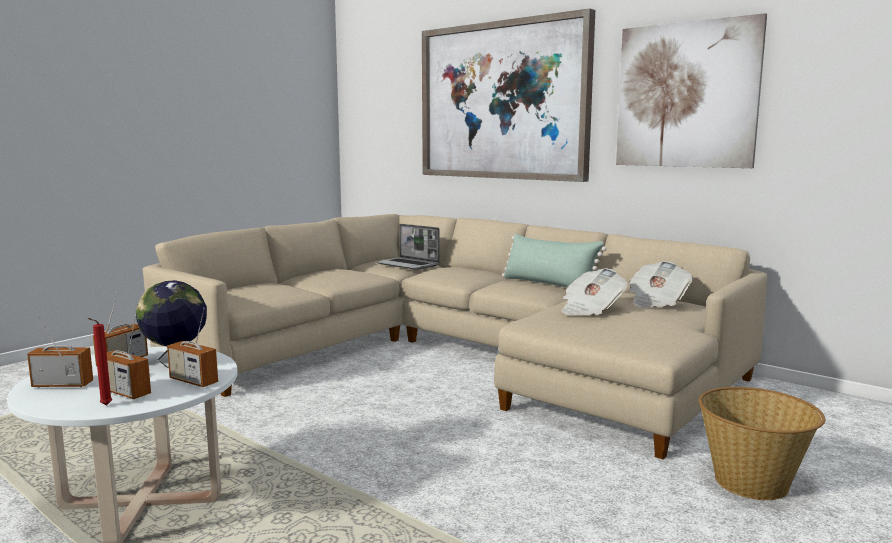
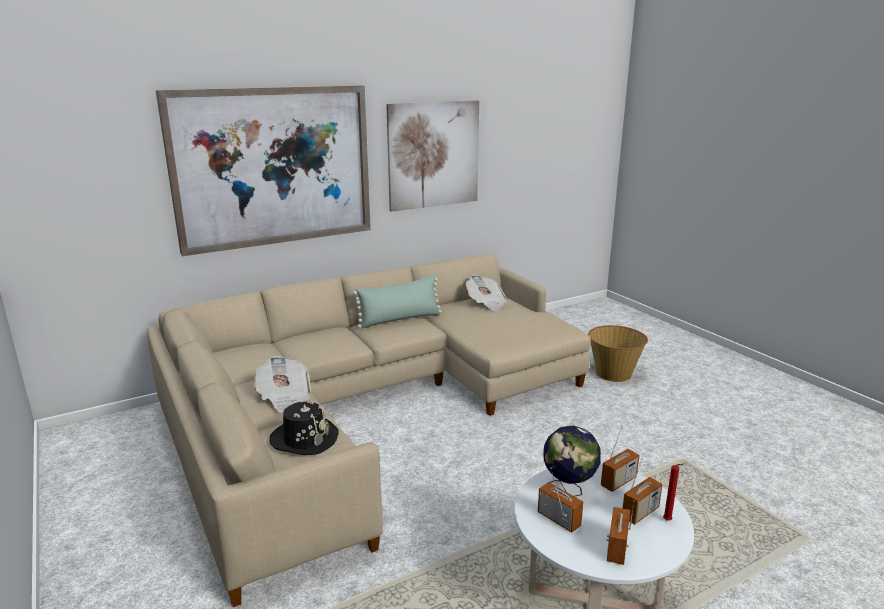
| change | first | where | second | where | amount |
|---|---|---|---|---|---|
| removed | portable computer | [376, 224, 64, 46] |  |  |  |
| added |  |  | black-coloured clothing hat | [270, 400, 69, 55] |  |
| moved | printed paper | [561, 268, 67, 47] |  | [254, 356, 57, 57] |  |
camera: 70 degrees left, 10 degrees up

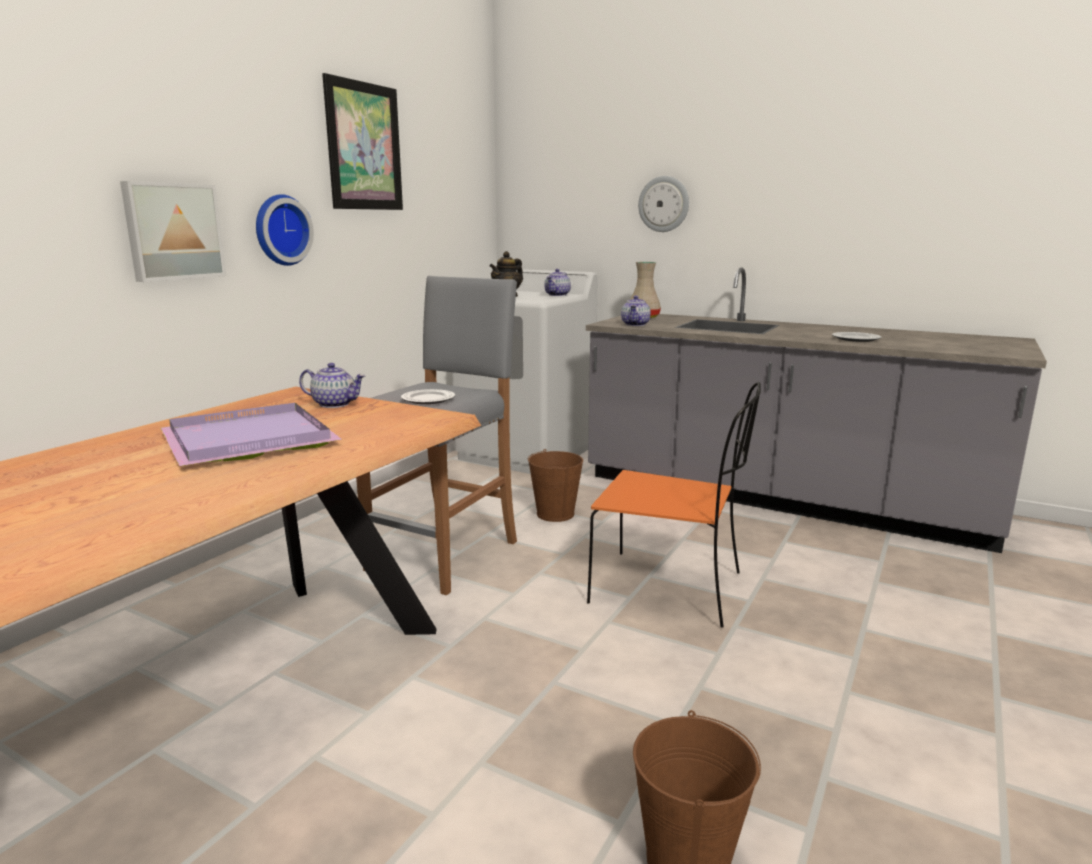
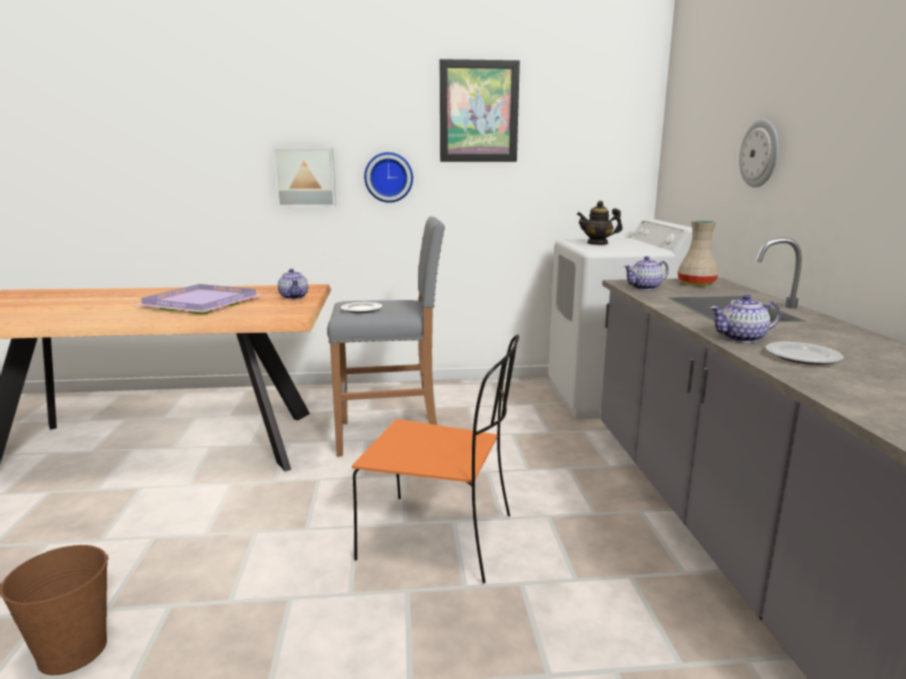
| change | first | where | second | where | amount |
|---|---|---|---|---|---|
| removed | brownish pail | [528, 449, 55, 73] |  |  |  |
| moved | teapot | [544, 269, 27, 27] |  | [710, 294, 71, 49] |  |
| turned | orangey chair | [587, 382, 174, 246] |  | [352, 335, 167, 249] | 60 degrees counterclockwise |
camera: 55 degrees right, 0 degrees up

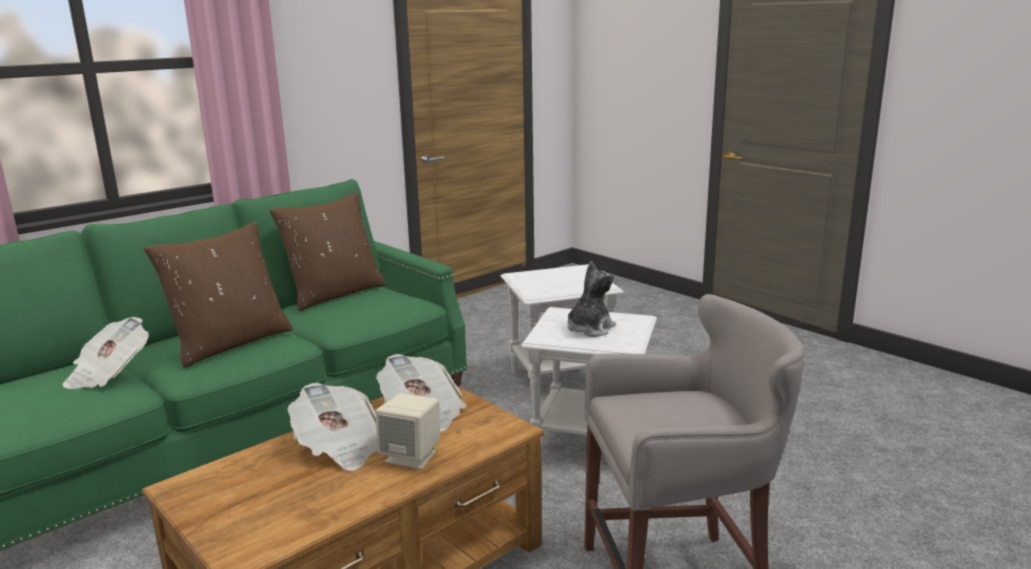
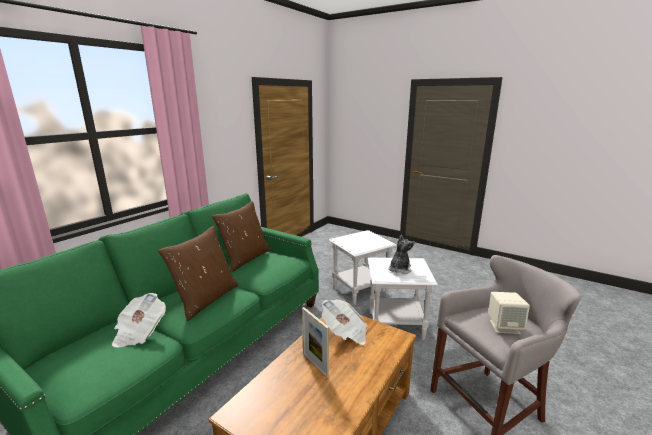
| change | first | where | second | where | amount |
|---|---|---|---|---|---|
| moved | sand-coloured loudspeaker | [376, 393, 64, 76] |  | [488, 292, 42, 42] |  |
| replaced | printed paper | [288, 383, 89, 88] | standing frame | [302, 307, 27, 70] |  |
camera: 15 degrees left, 0 degrees up

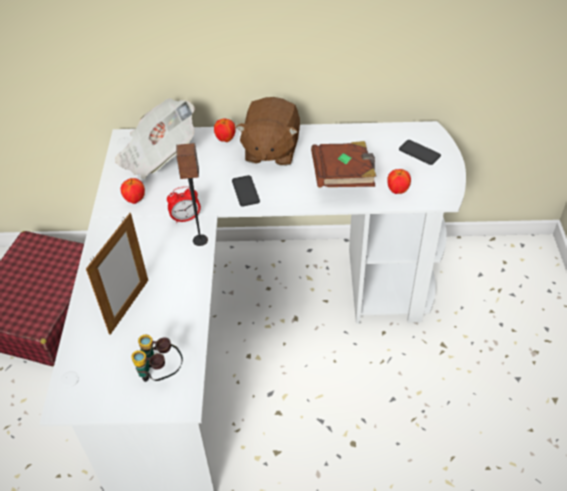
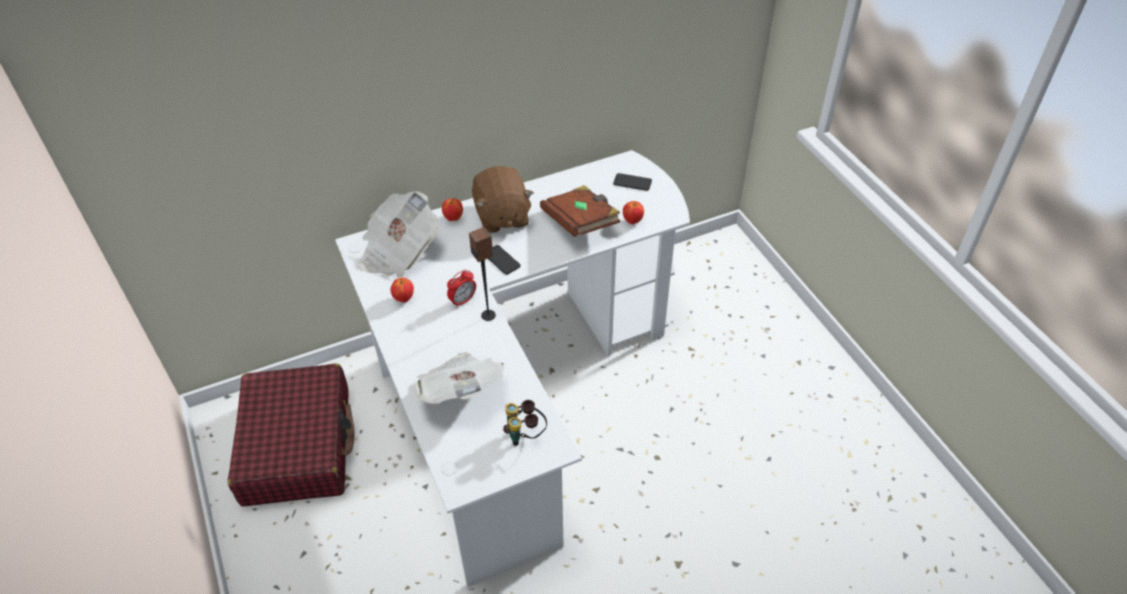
| change | first | where | second | where | amount |
|---|---|---|---|---|---|
| replaced | standing frame | [86, 213, 62, 122] | printed paper | [416, 352, 88, 52] |  |
camera: 25 degrees left, 0 degrees up

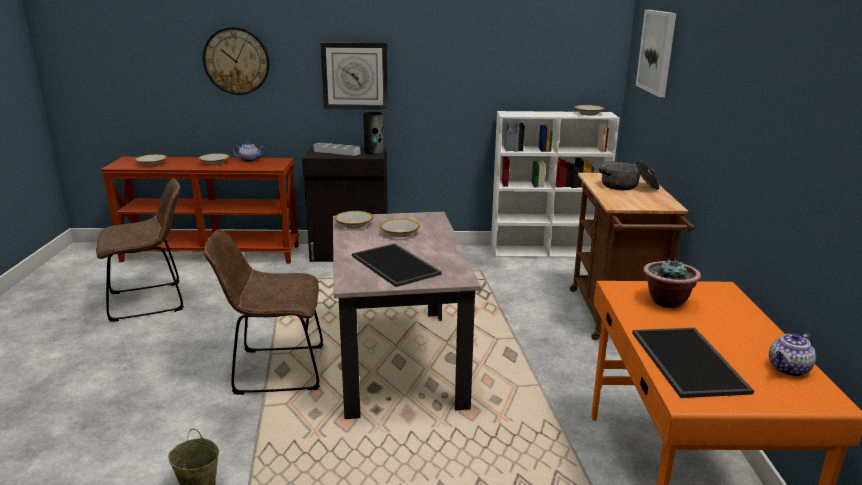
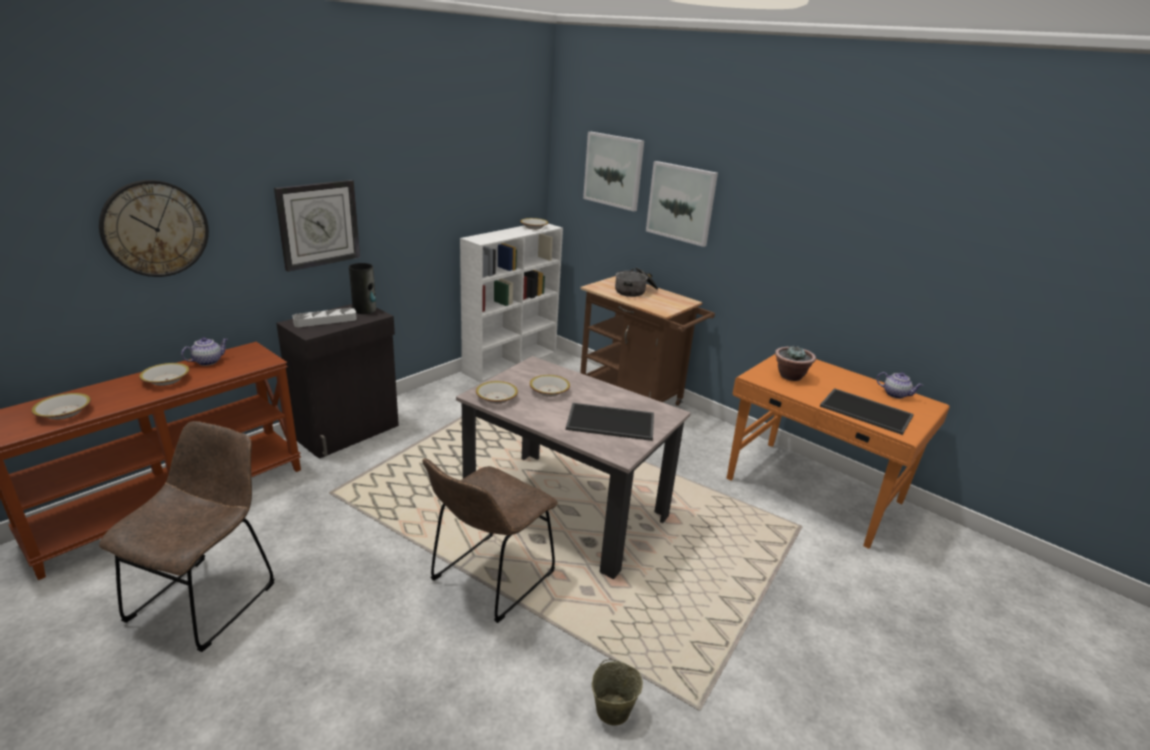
| change | first | where | second | where | amount |
|---|---|---|---|---|---|
| added |  |  | picture | [646, 161, 72, 86] |  |
| turned | teapot | [769, 333, 47, 44] |  | [877, 372, 46, 27] | 60 degrees counterclockwise |
camera: 50 degrees left, 5 degrees up

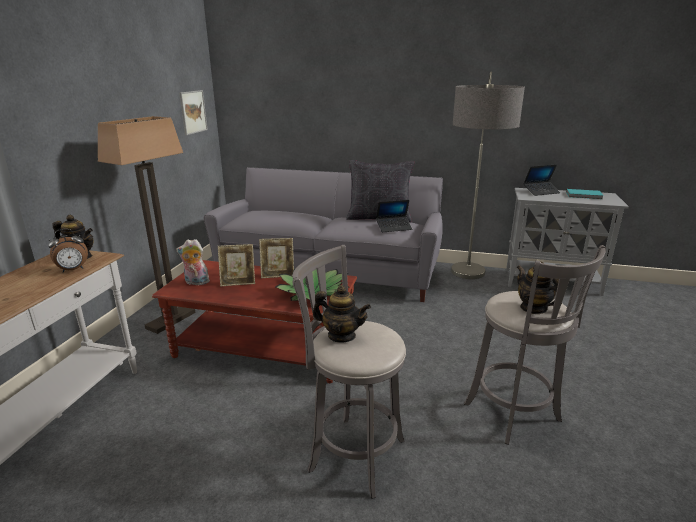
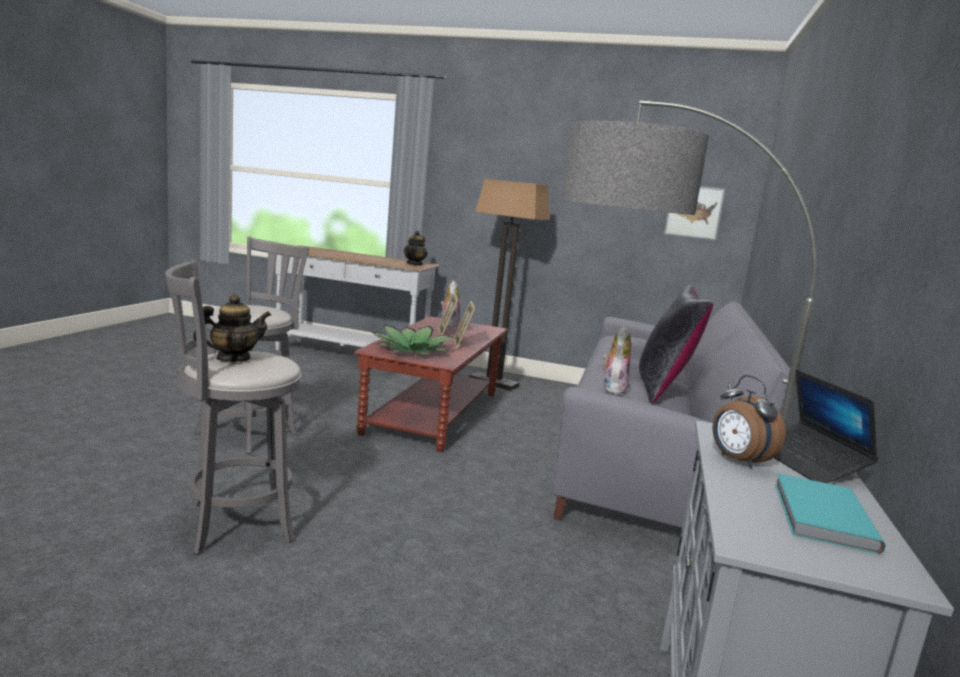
| change | first | where | second | where | amount |
|---|---|---|---|---|---|
| removed | teapot | [313, 285, 58, 58] |  |  |  |
| moved | table clock | [48, 229, 40, 44] |  | [712, 375, 74, 94] |  |
| replaced | portable computer | [376, 200, 36, 32] | cuddly toy | [603, 326, 28, 68] |  |
camera: 90 degrees right, 10 degrees down

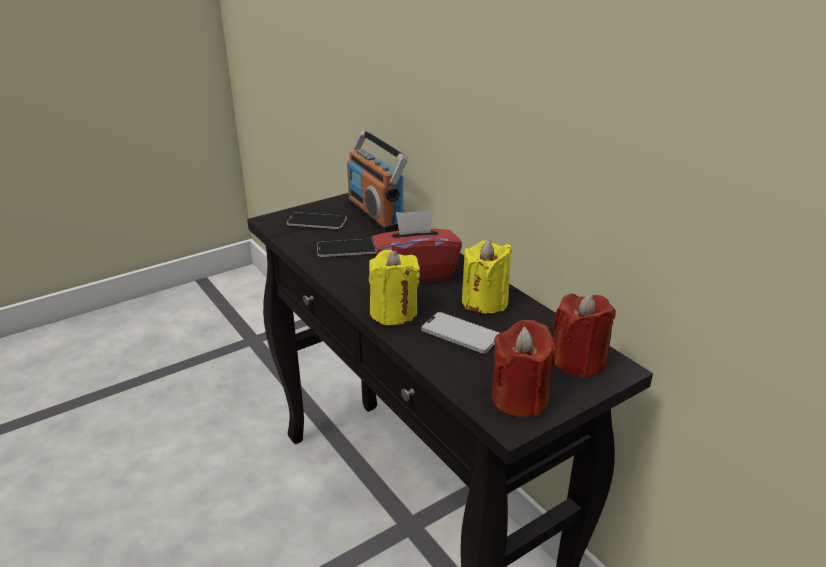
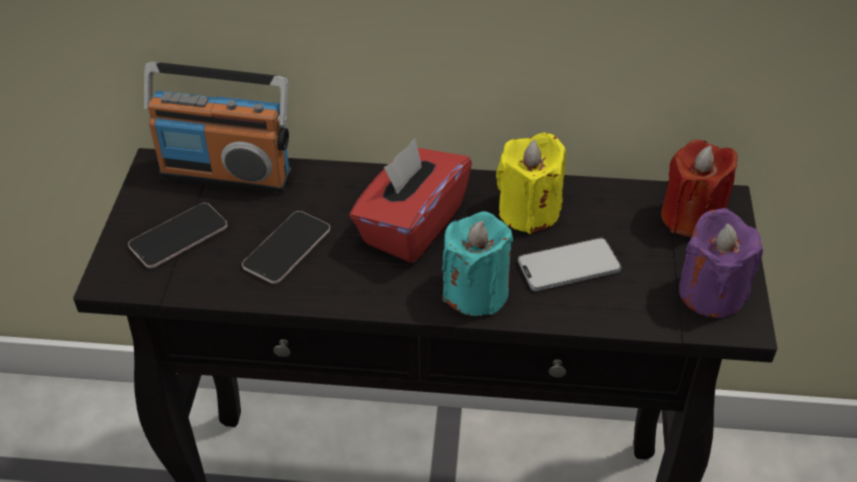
| change | first | where | second | where | amount |
|---|---|---|---|---|---|
| recoloured | yellowish candle | [369, 250, 51, 75] | turquoise candle | [442, 211, 71, 105] |  |
| recoloured | reddish candle | [492, 320, 64, 97] | purple candle | [679, 208, 84, 110] |  |
camera: 50 degrees left, 15 degrees up

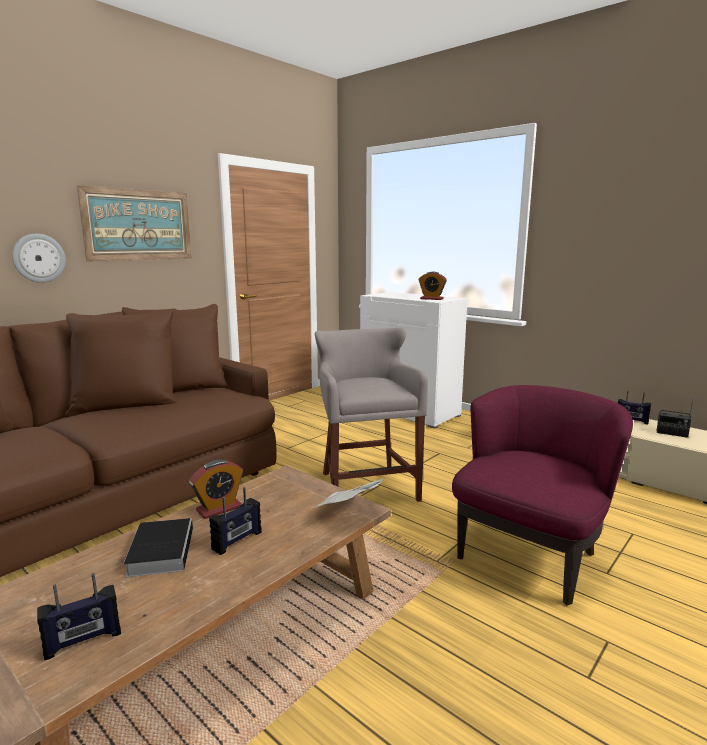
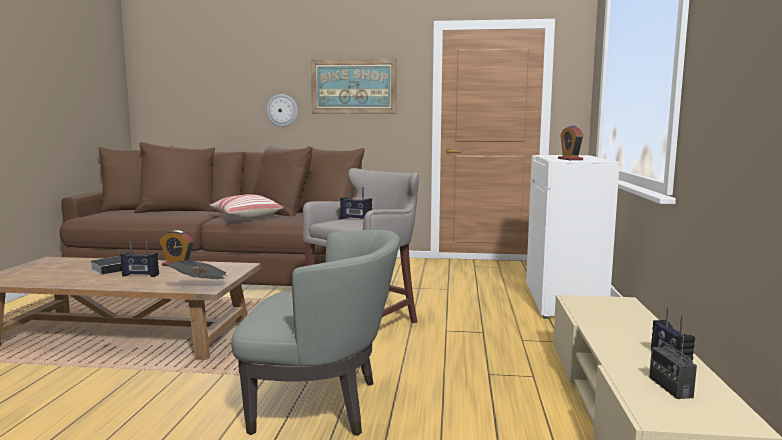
| change | first | where | second | where | amount |
|---|---|---|---|---|---|
| added |  |  | cushion | [210, 194, 74, 25] |  |
| moved | radio set | [37, 573, 84, 87] |  | [340, 186, 32, 33] |  |
| recoloured | purple lounge chair | [452, 385, 181, 220] | grey lounge chair | [231, 230, 169, 206] |  |
camera: 55 degrees right, 5 degrees down

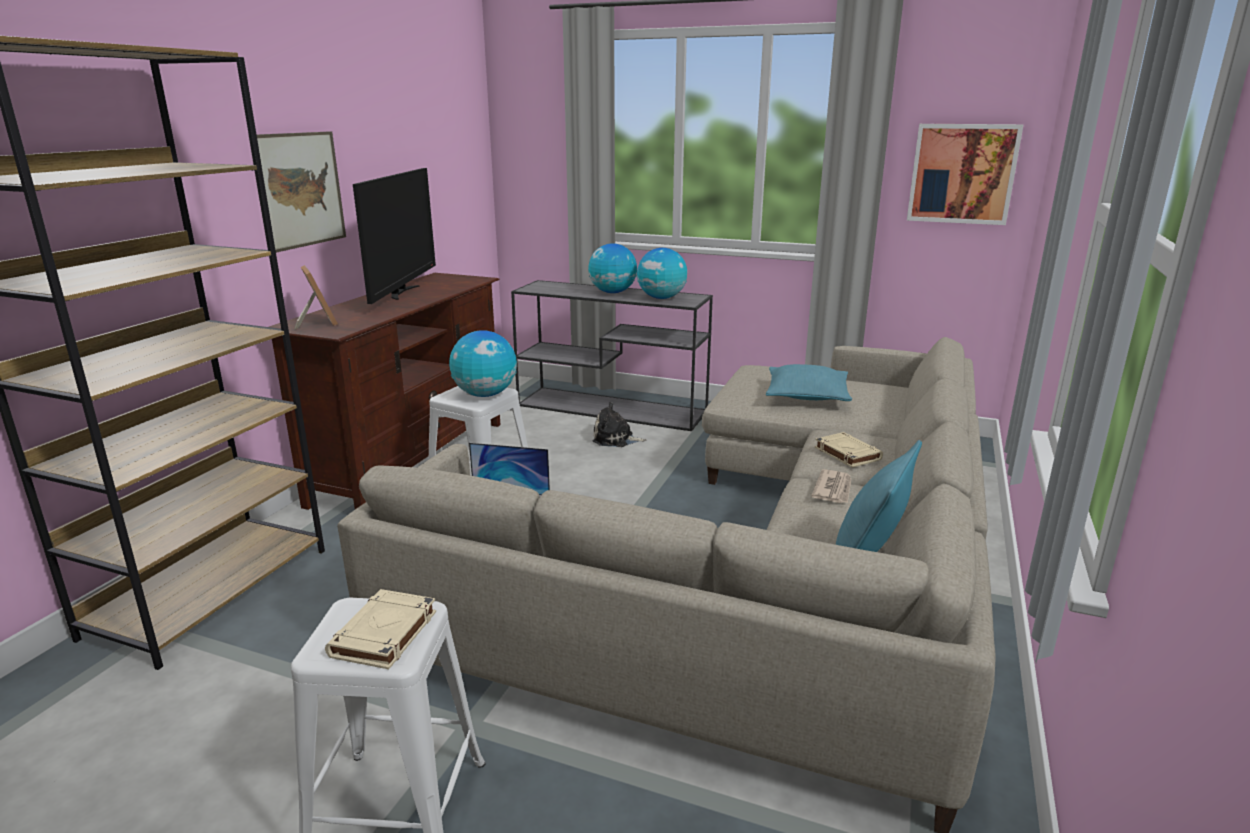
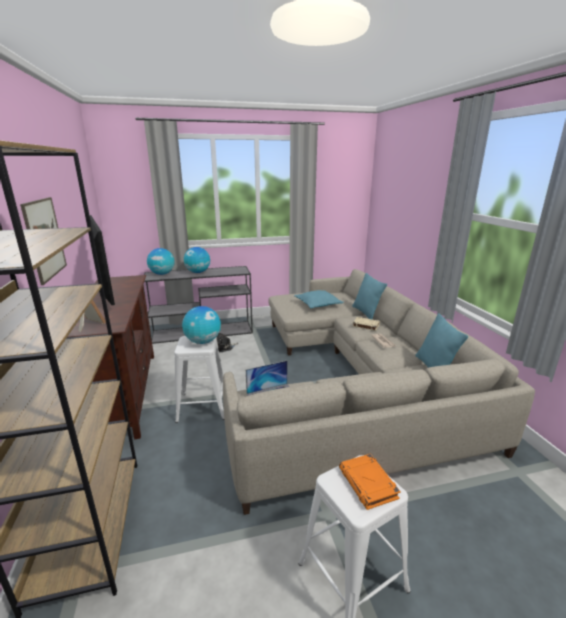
| change | first | where | second | where | amount |
|---|---|---|---|---|---|
| removed | picture | [907, 124, 116, 101] |  |  |  |
| added |  |  | turquoise cushion | [352, 273, 35, 46] |  |
| moved | globe | [637, 248, 50, 51] |  | [147, 248, 28, 27] |  |
| recoloured | sand-coloured book | [325, 589, 111, 80] | orangey book | [339, 454, 62, 56] |  |
camera: 35 degrees left, 0 degrees up

